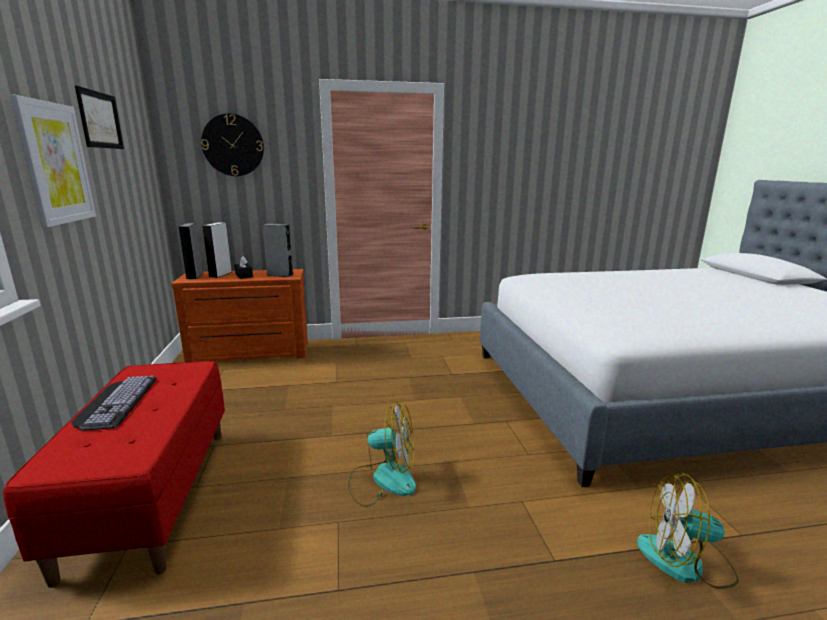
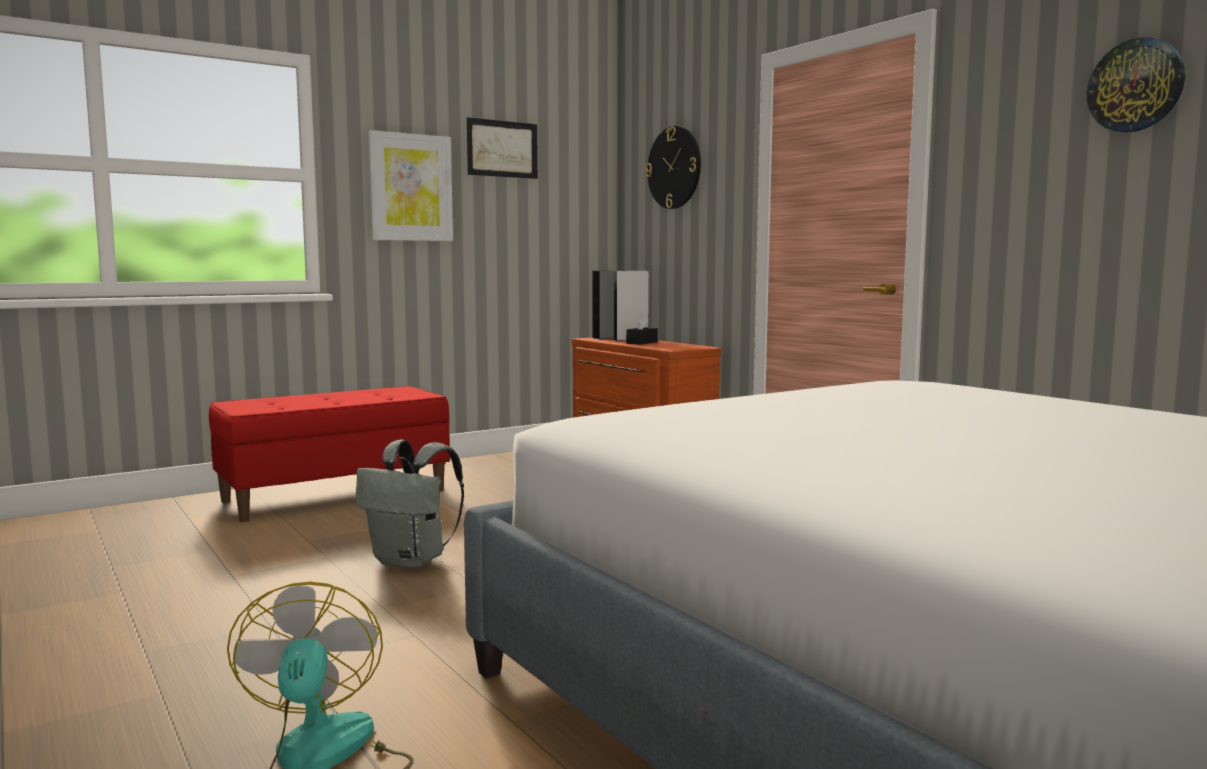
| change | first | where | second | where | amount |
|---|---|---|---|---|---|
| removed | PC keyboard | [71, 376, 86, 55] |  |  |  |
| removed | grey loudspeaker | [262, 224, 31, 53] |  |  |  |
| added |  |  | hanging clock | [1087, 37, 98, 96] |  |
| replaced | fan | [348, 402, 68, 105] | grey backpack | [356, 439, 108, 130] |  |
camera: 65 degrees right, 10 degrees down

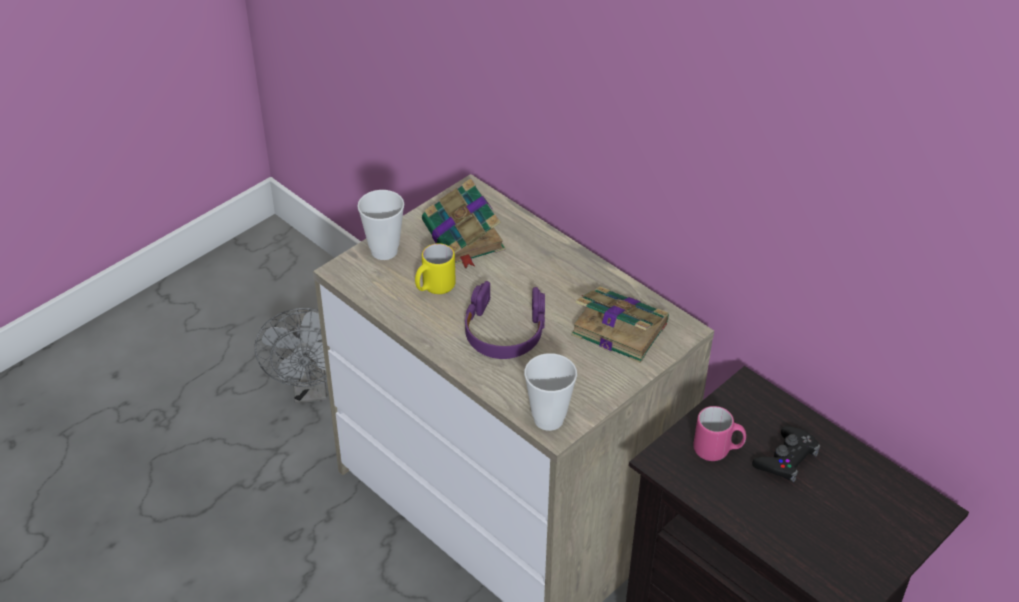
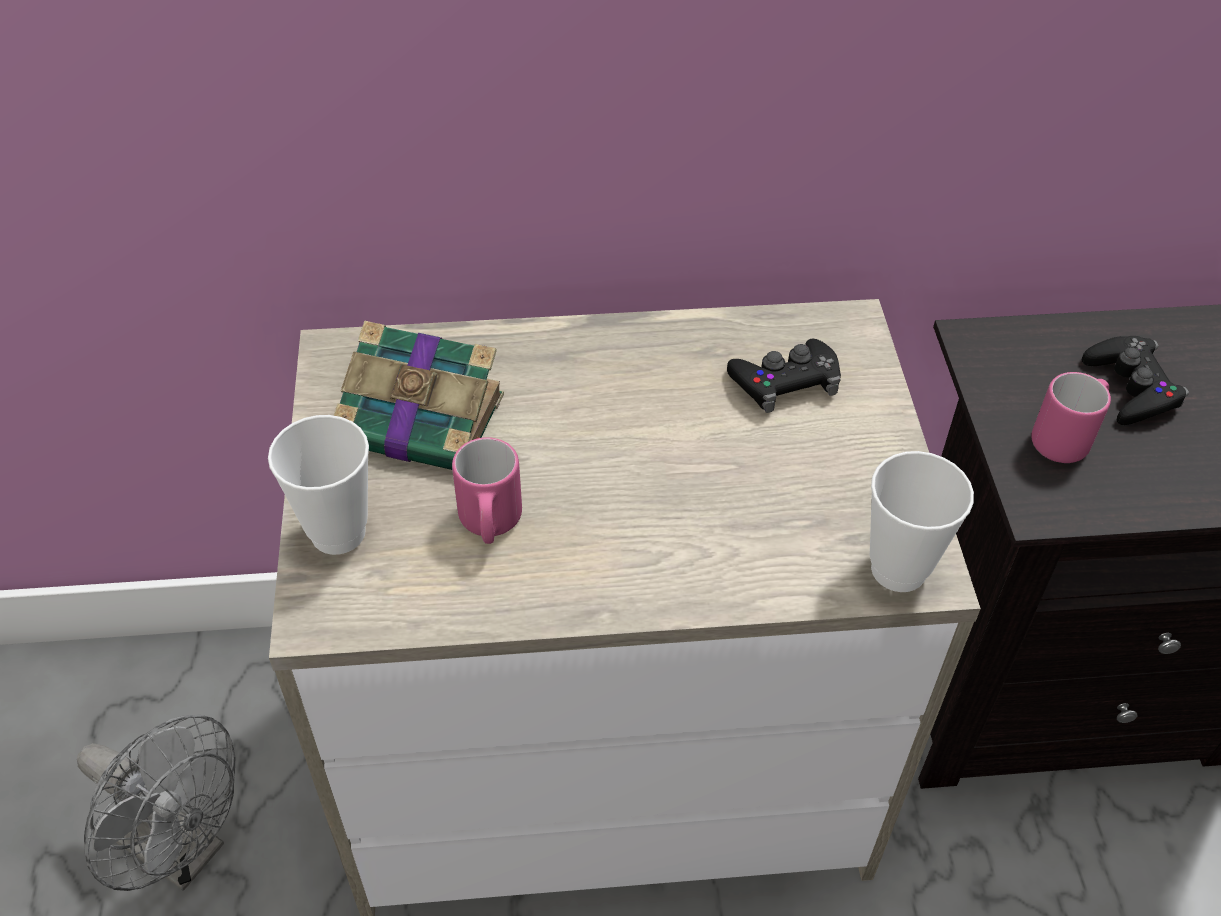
| change | first | where | second | where | amount |
|---|---|---|---|---|---|
| removed | purple headphones | [464, 281, 81, 78] |  |  |  |
| replaced | book | [571, 286, 98, 77] | black-coloured game controller | [727, 339, 114, 74] |  |
| recoloured | yellowish mug | [415, 243, 41, 51] | pinkish mug | [452, 437, 70, 107] |  |
camera: 50 degrees left, 5 degrees up

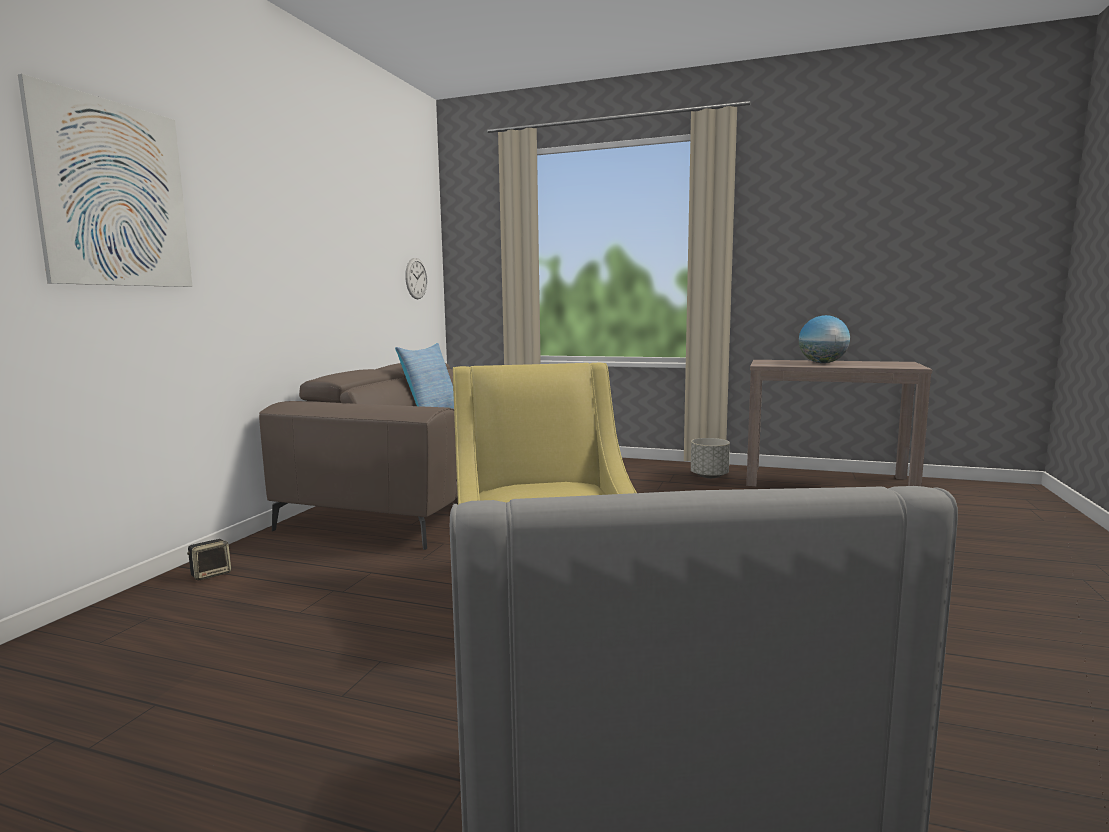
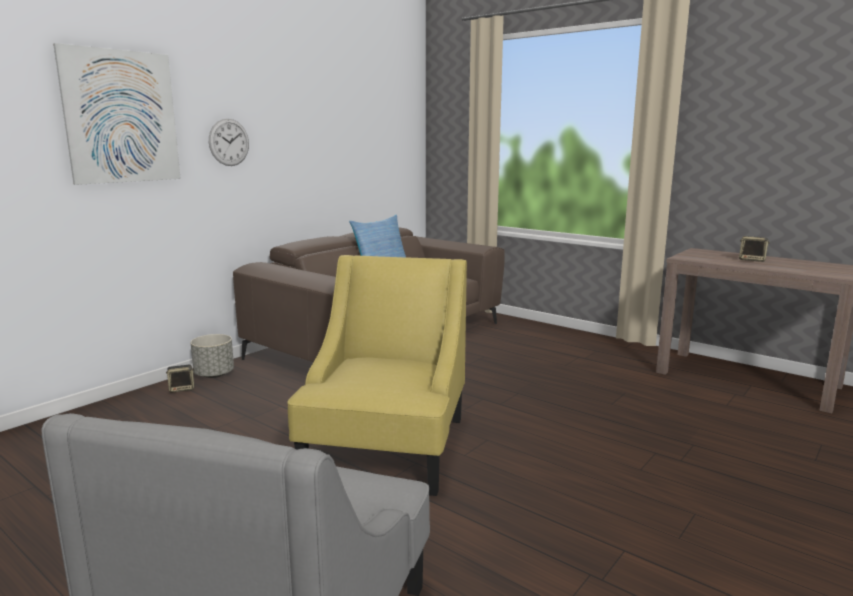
| change | first | where | second | where | amount |
|---|---|---|---|---|---|
| moved | hanging clock | [405, 258, 22, 41] |  | [209, 119, 40, 47] |  |
| moved | grey flower pot | [691, 438, 39, 40] |  | [191, 334, 43, 44] |  |
| replaced | globe | [799, 315, 51, 48] | loudspeaker | [739, 236, 31, 26] |  |
camera: 20 degrees right, 5 degrees up

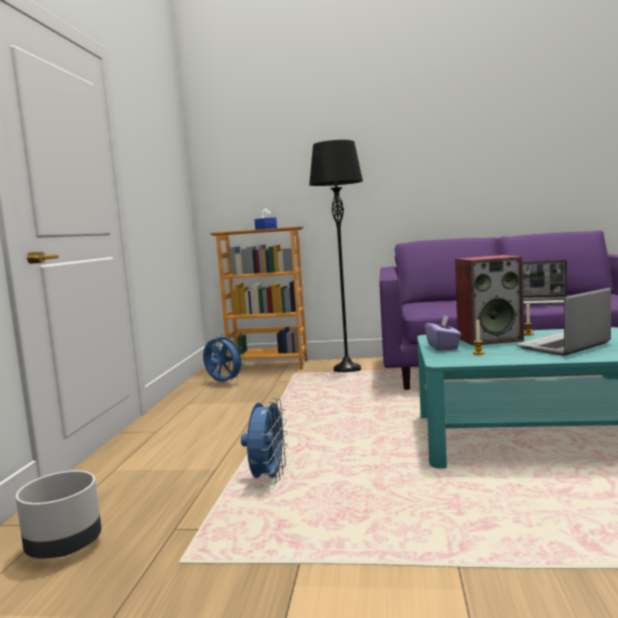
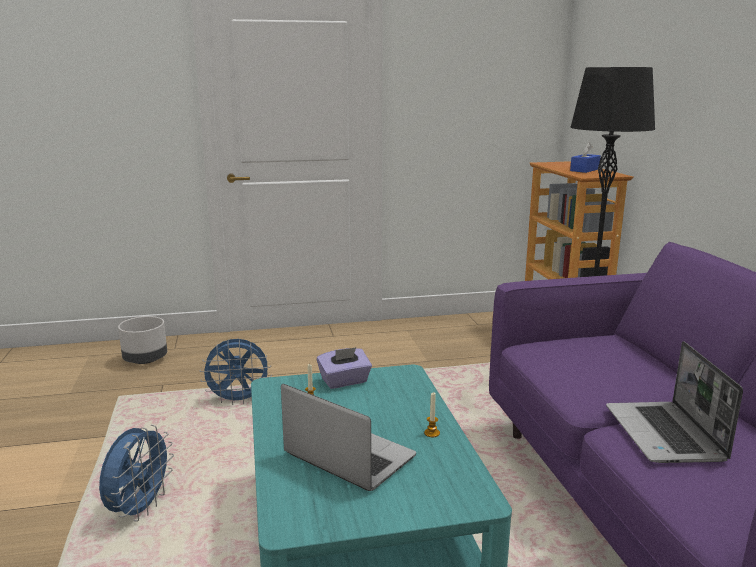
| change | first | where | second | where | amount |
|---|---|---|---|---|---|
| removed | loudspeaker | [455, 255, 69, 91] |  |  |  |
| moved | bluish fan | [203, 334, 42, 48] |  | [99, 425, 75, 97] |  |
camera: 70 degrees right, 10 degrees up

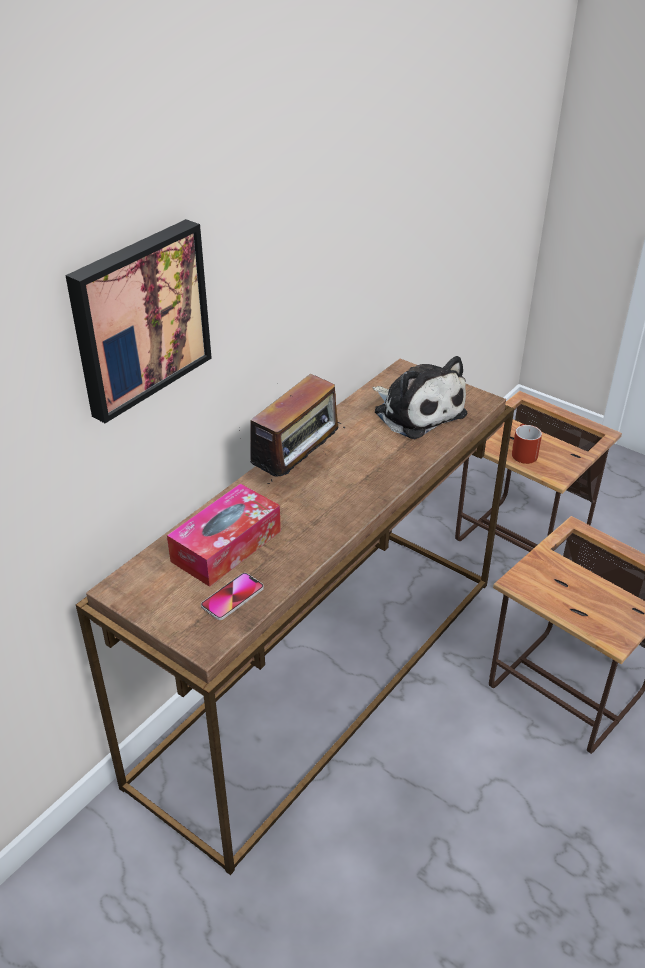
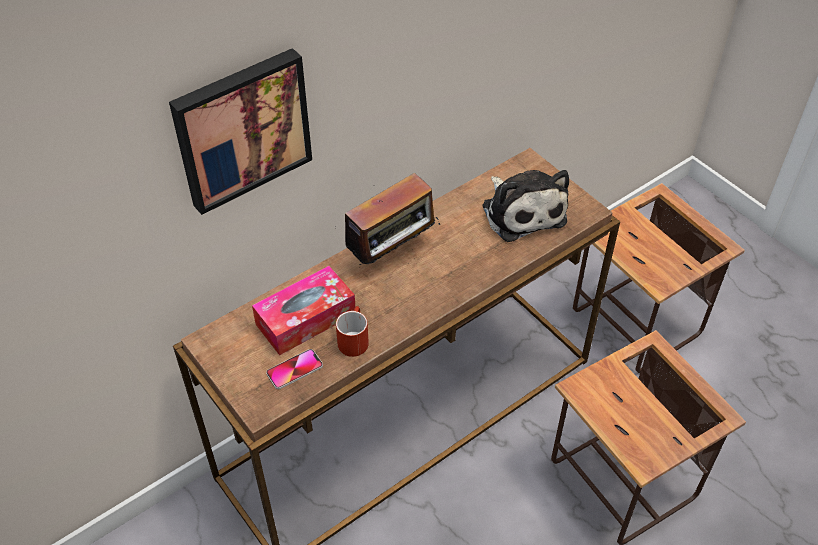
| change | first | where | second | where | amount |
|---|---|---|---|---|---|
| moved | reddish mug | [512, 424, 30, 40] |  | [336, 306, 33, 51] |  |
camera: 15 degrees right, 10 degrees up

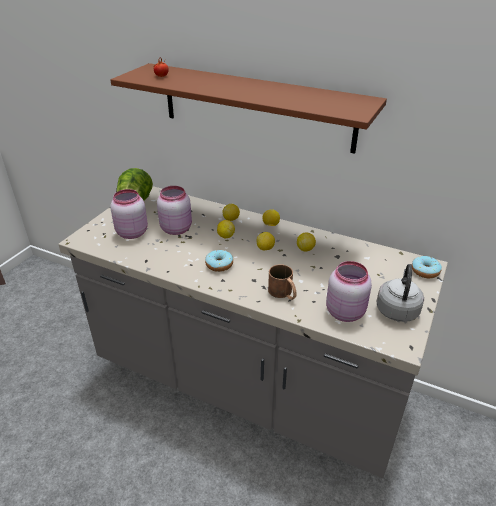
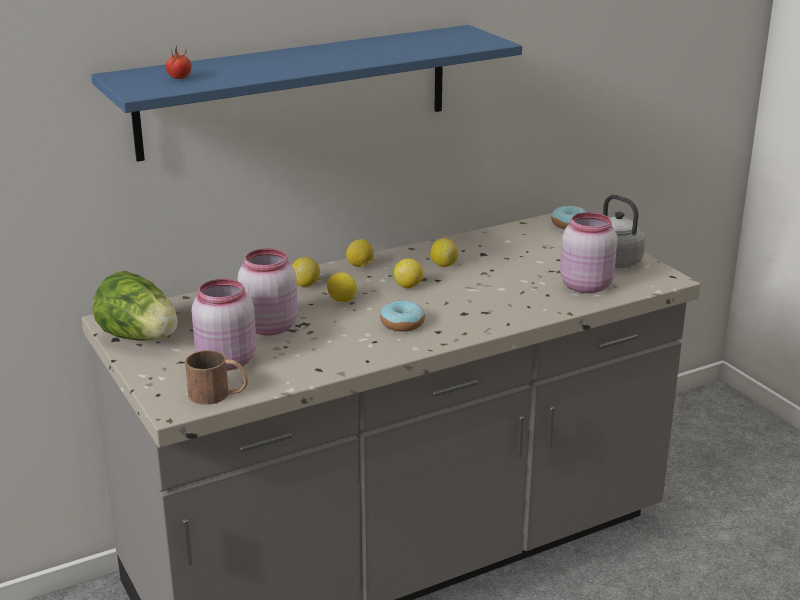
| change | first | where | second | where | amount |
|---|---|---|---|---|---|
| moved | brownish mug | [268, 264, 29, 36] |  | [185, 350, 63, 55] |  |
| recoloured | brownish bracket shelf | [110, 63, 277, 91] | bluish bracket shelf | [91, 25, 431, 137] |  |
camera: 55 degrees left, 10 degrees down

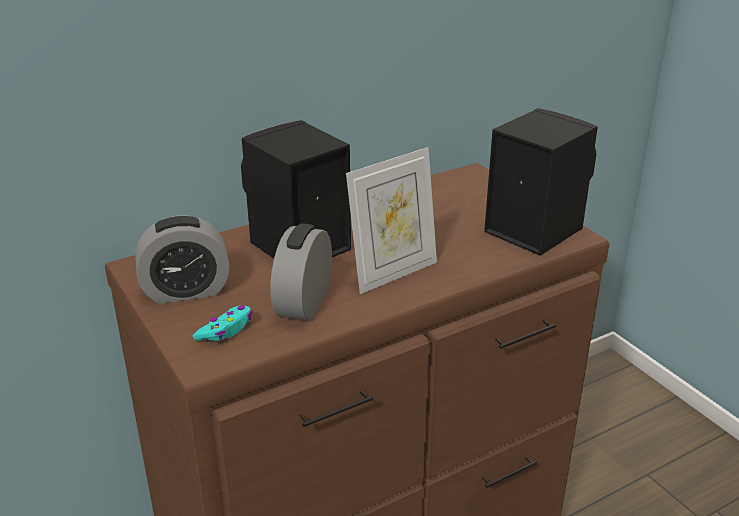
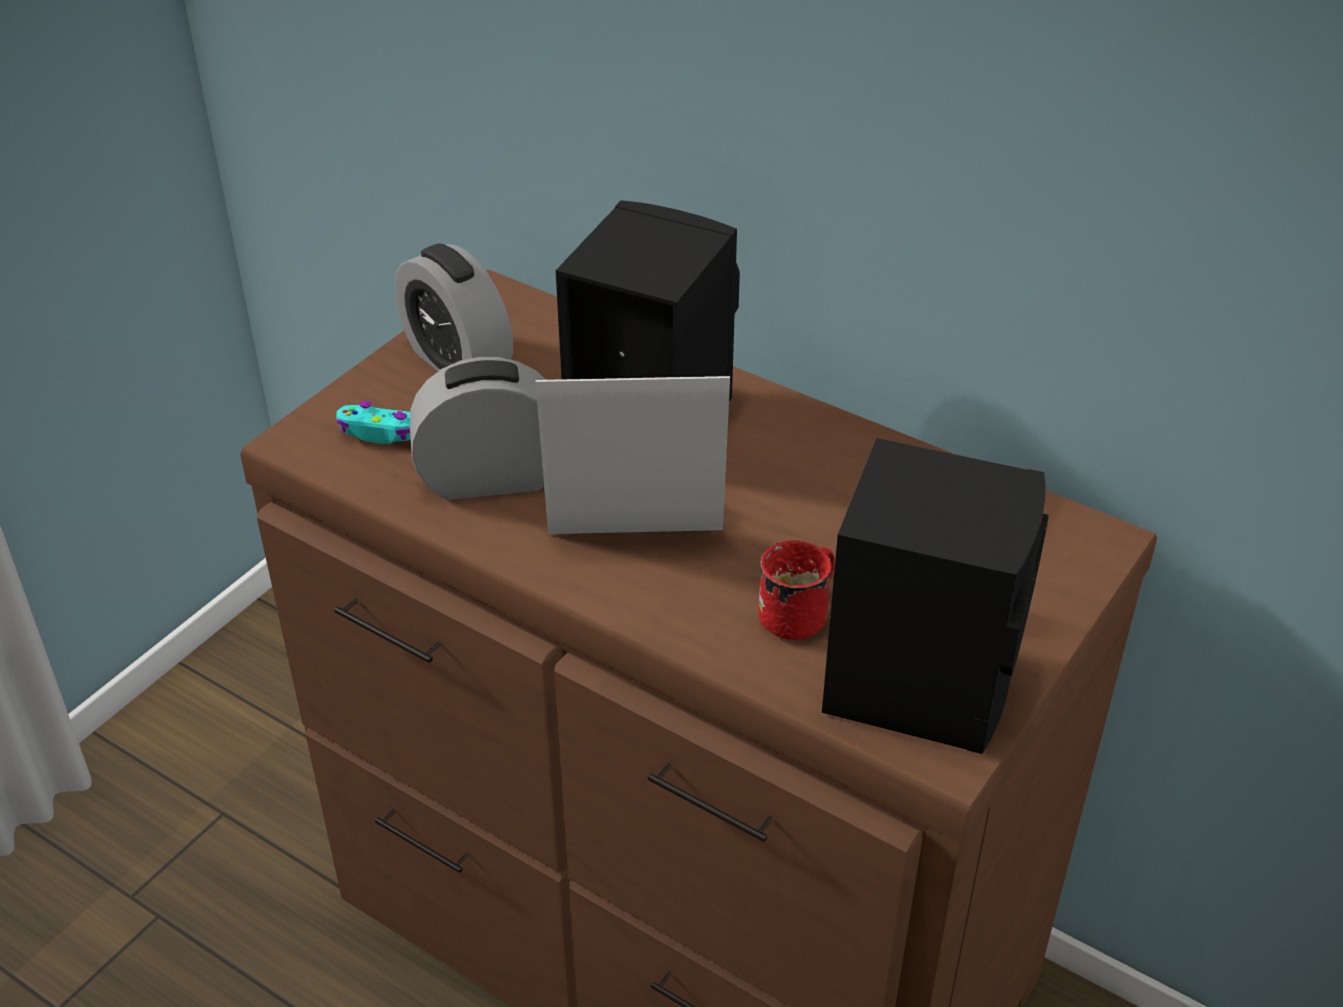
| change | first | where | second | where | amount |
|---|---|---|---|---|---|
| added |  |  | reddish mug | [758, 540, 76, 100] |  |
| turned | standing frame | [346, 147, 91, 147] |  | [535, 376, 195, 158] | 150 degrees clockwise |
camera: 65 degrees right, 10 degrees up

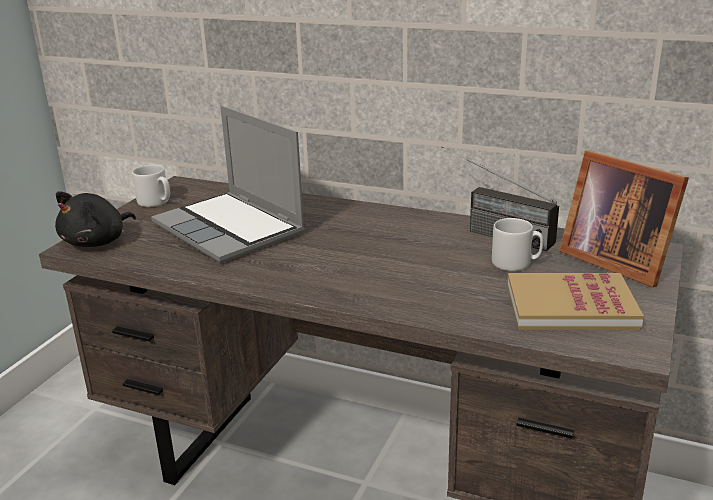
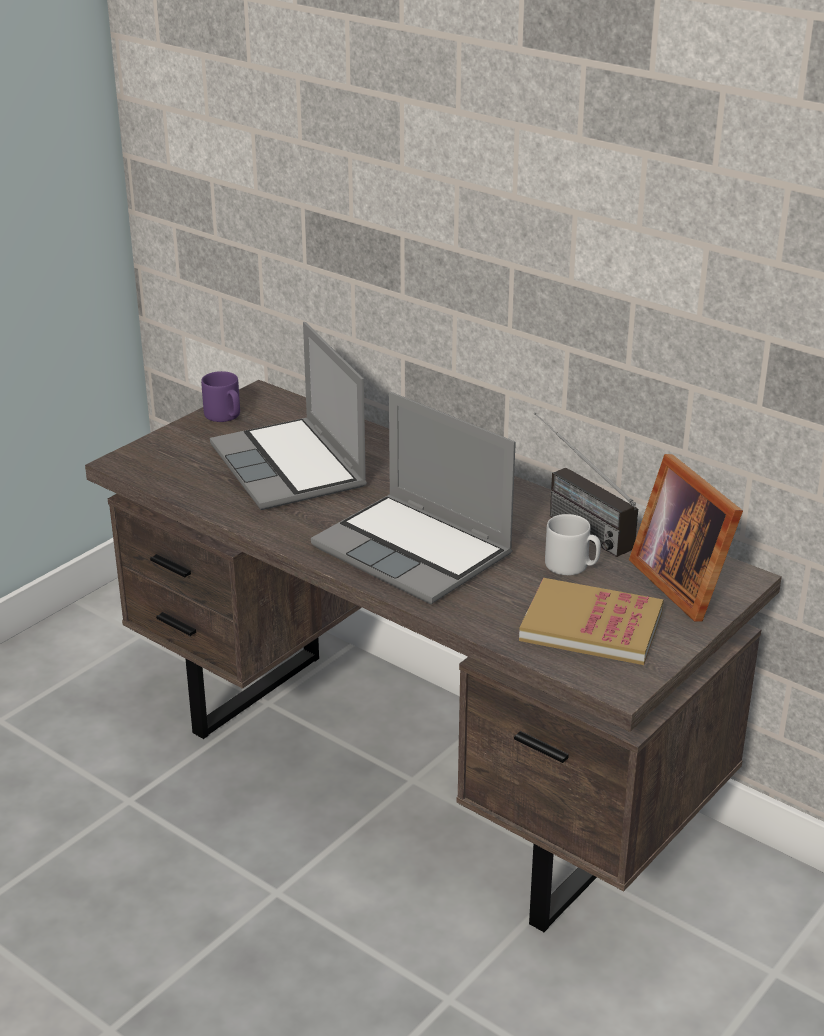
| change | first | where | second | where | amount |
|---|---|---|---|---|---|
| removed | black-coloured cuddly toy | [55, 191, 81, 56] |  |  |  |
| added |  |  | portable computer | [311, 392, 205, 212] |  |
| recoloured | grey mug | [132, 165, 38, 42] | purple mug | [201, 371, 39, 51] |  |
camera: 15 degrees right, 5 degrees up

